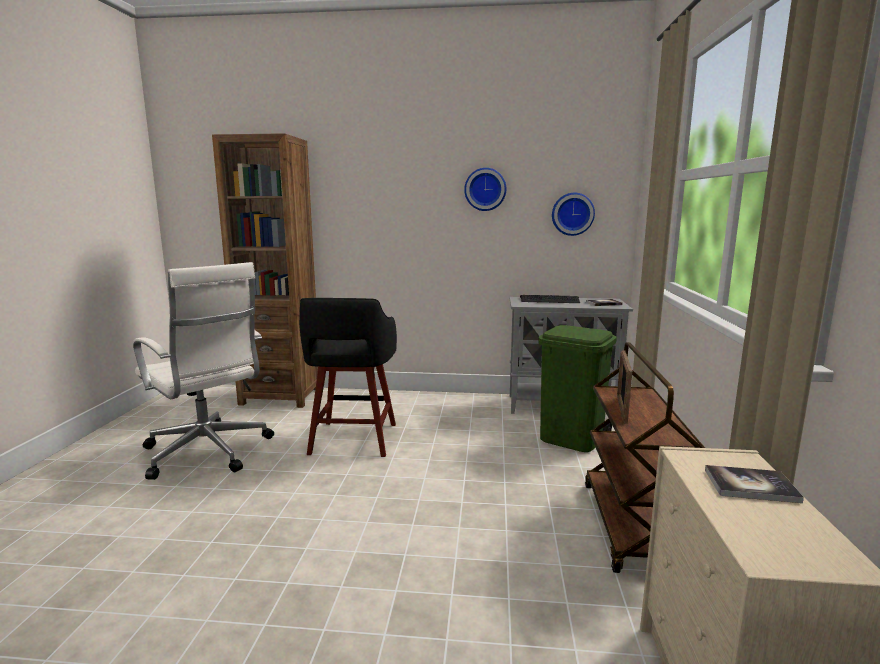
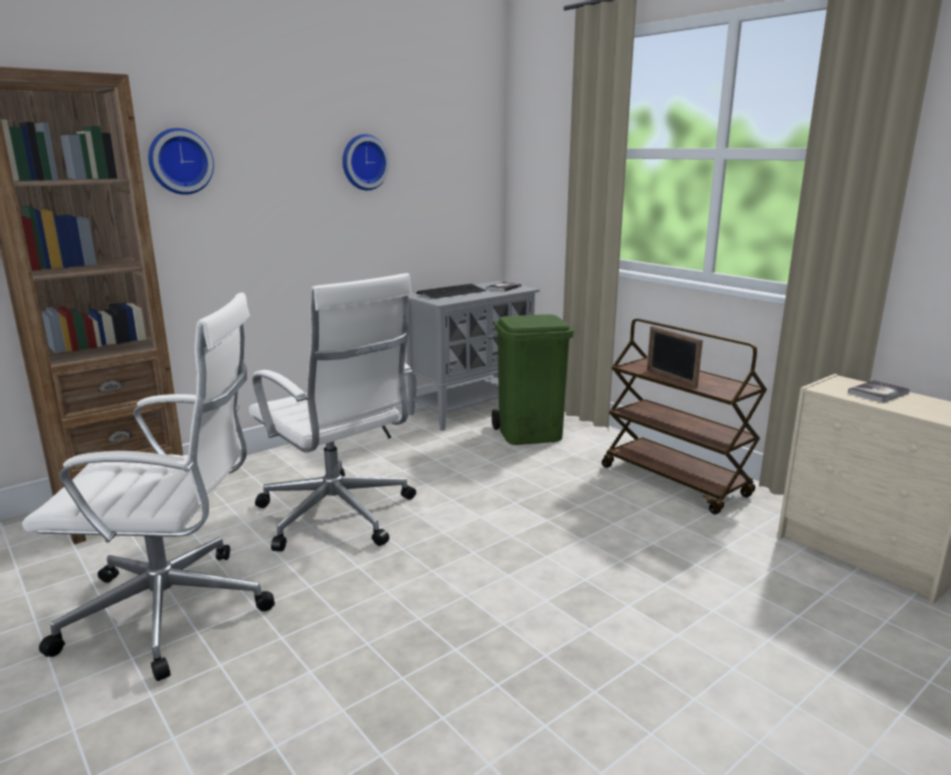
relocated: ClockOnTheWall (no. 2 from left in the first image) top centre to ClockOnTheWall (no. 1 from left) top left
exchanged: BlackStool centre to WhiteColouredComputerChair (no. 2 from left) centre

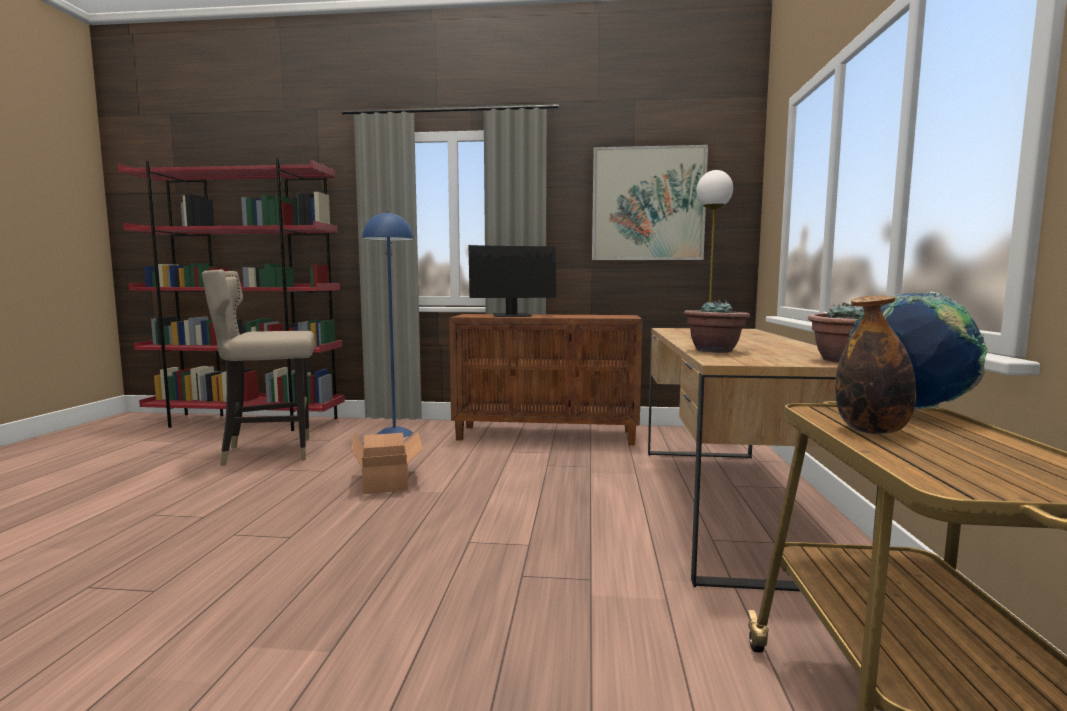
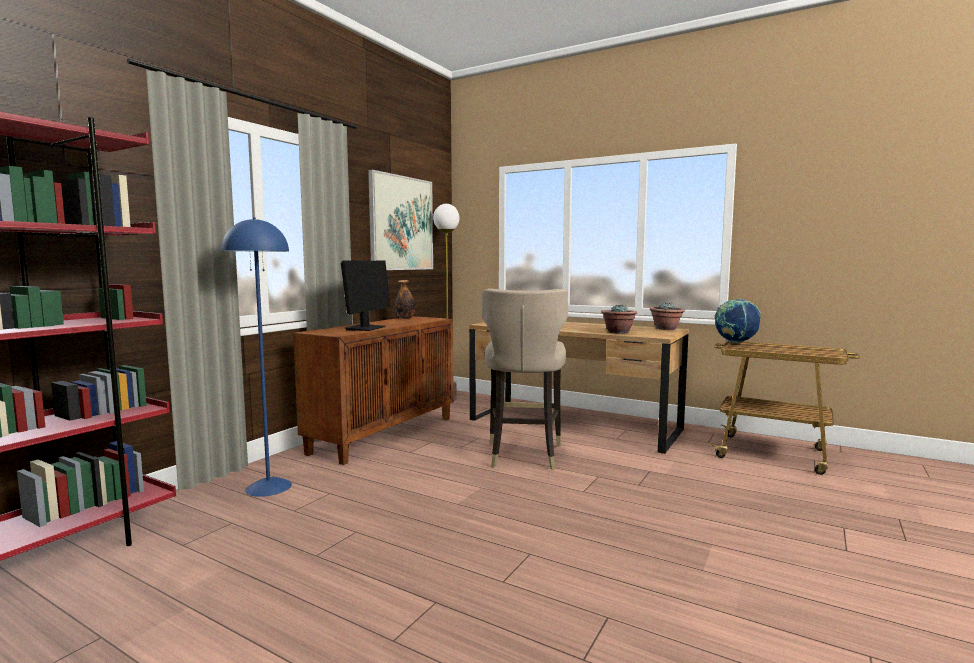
missing: Carton centre
relocated: BeigeColouredStool middle left to centre; Bottle middle right to centre

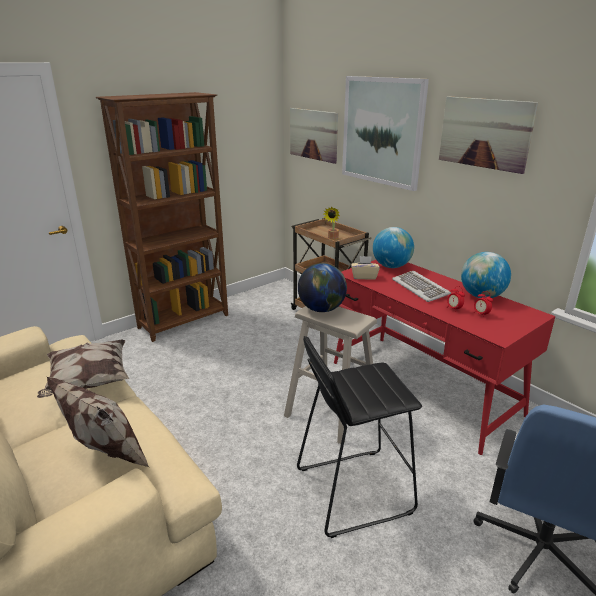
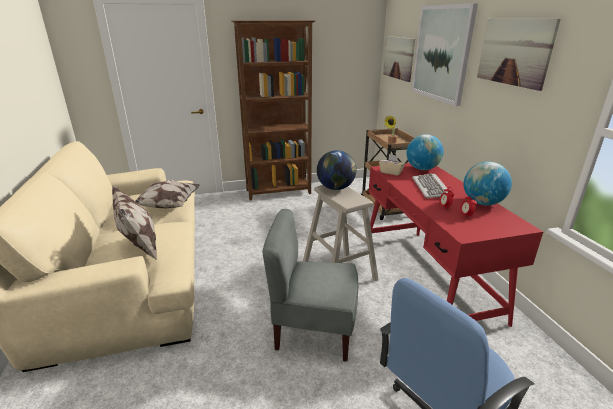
exchanged: BlackStool bottom centre to GreyishUprightChair bottom centre

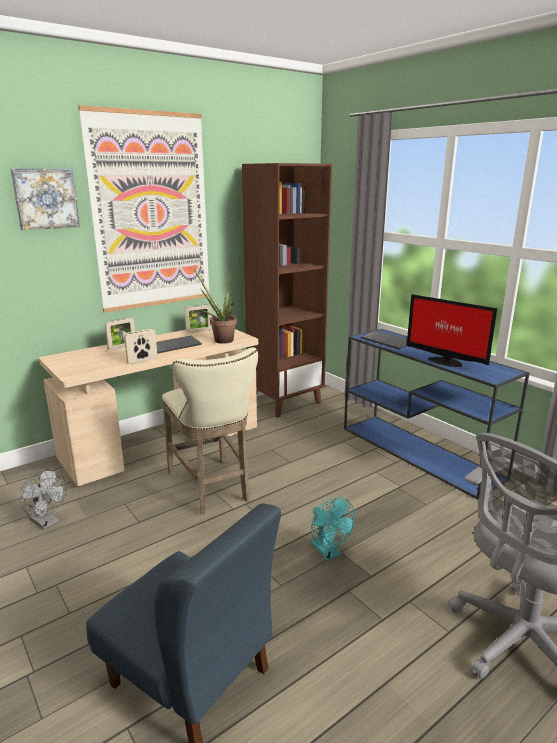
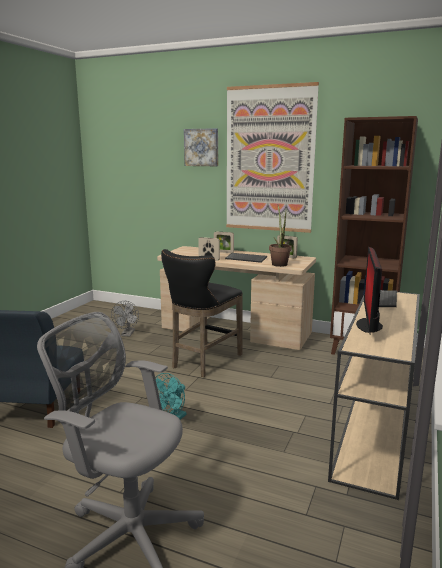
colour: BeigeColouredStool centre to BlackStool centre; BluishHallTable middle right to BeigeColouredHallTable bottom right

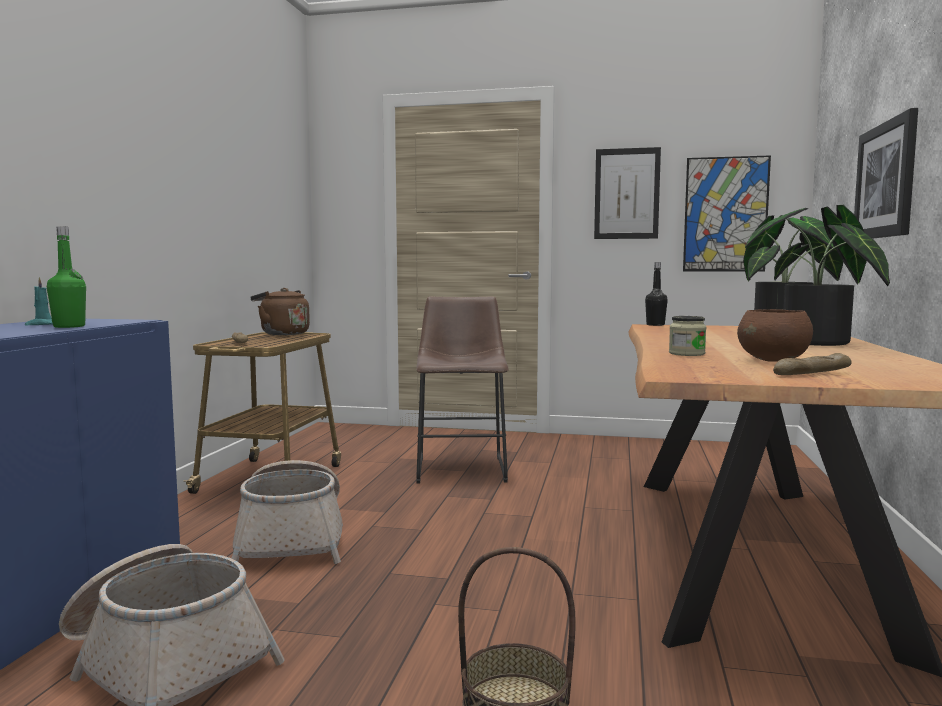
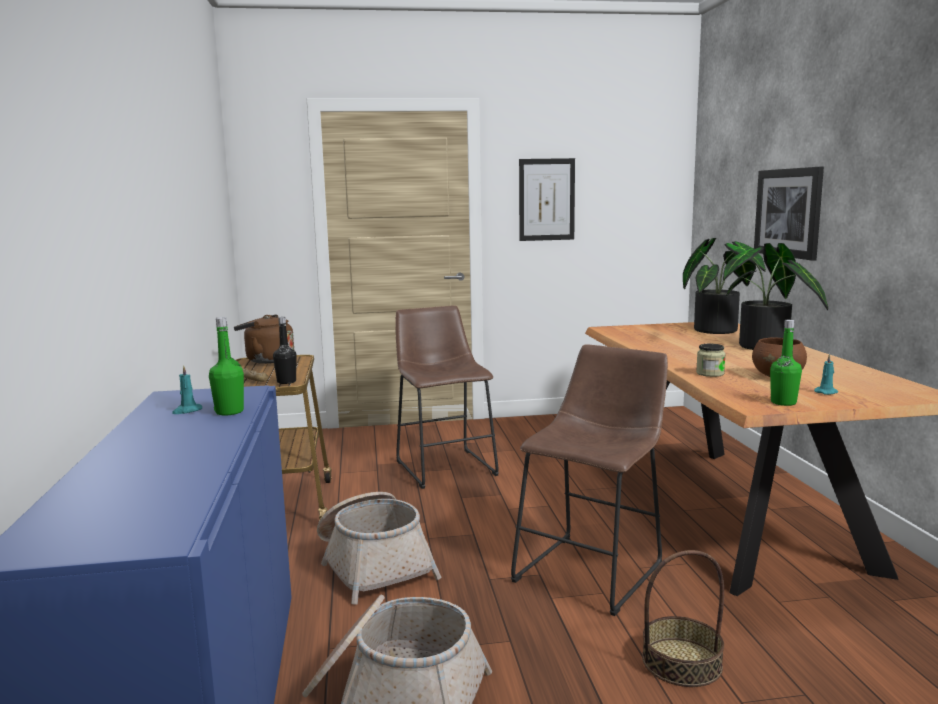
missing: Picture (no. 2 from left) top right
appeared: BrownColouredStool (no. 2 from left) bottom centre; GreenColouredBottle (no. 2 from left) middle right
relocated: BlackBottle middle right to middle left
exchanged: BakedBread (no. 2 from left) middle right to TurquoiseWaxCandle (no. 2 from left) middle right

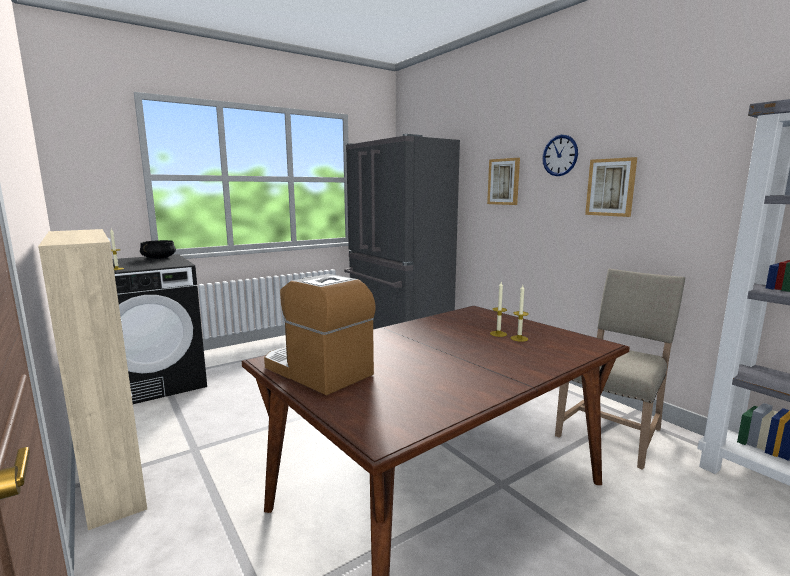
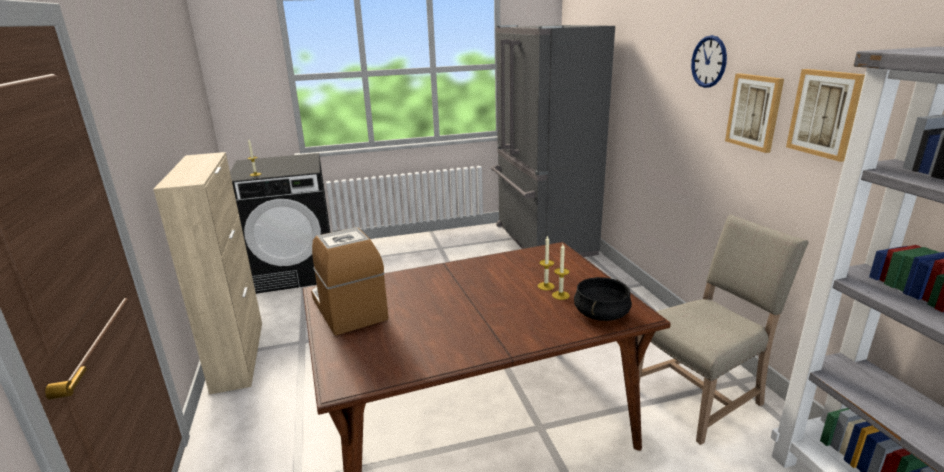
relocated: BlackCookingPot middle left to centre; Picture (no. 1 from left in the first image) top centre to Picture (no. 2 from left) top right

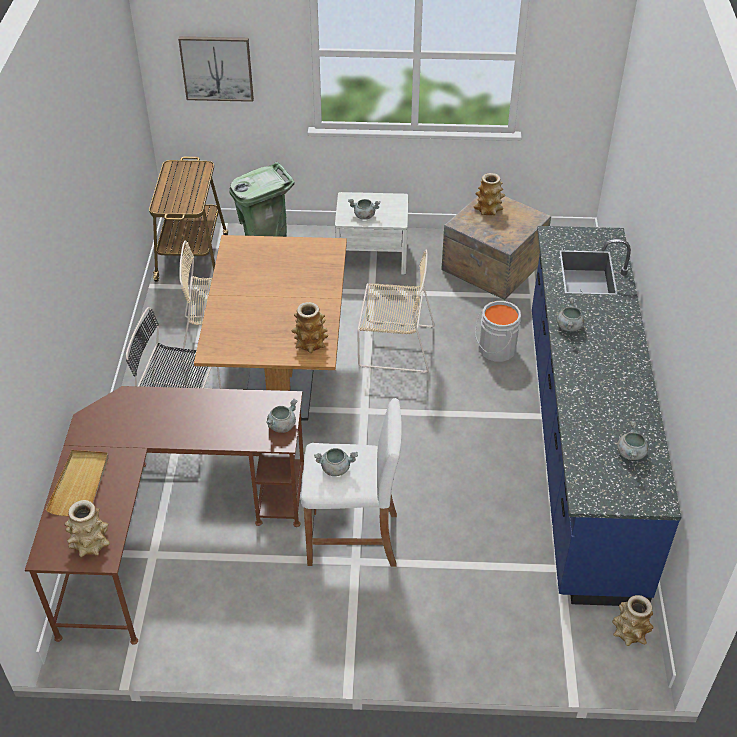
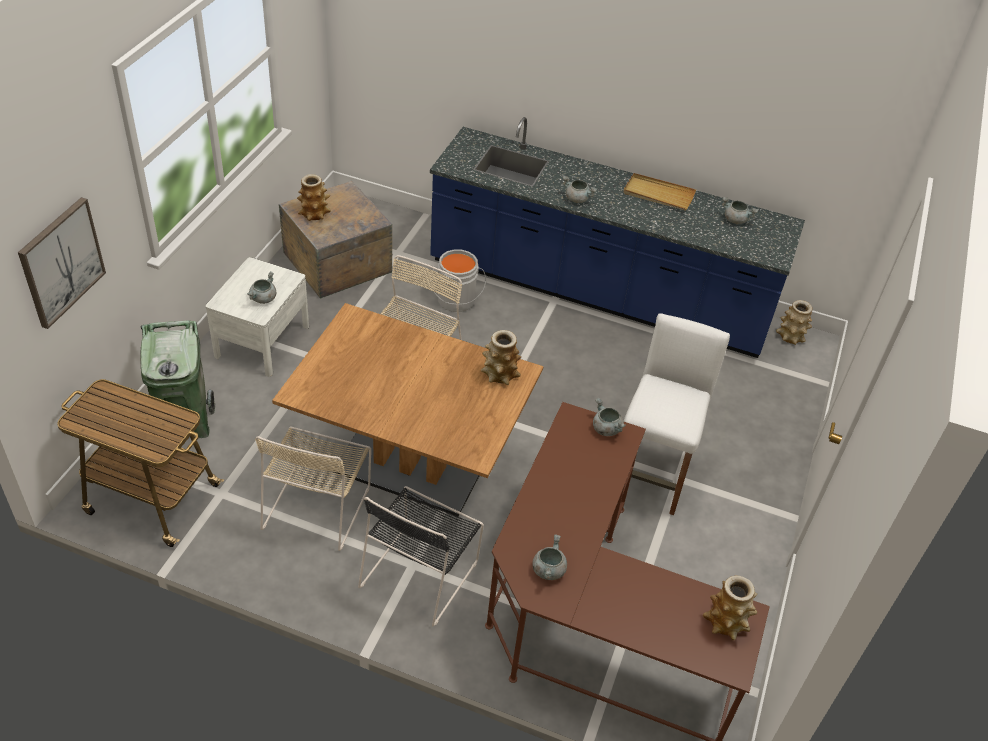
relocated: BeigeColouredTray middle left to top right; GreyishCookingPot (no. 2 from left) centre to bottom centre

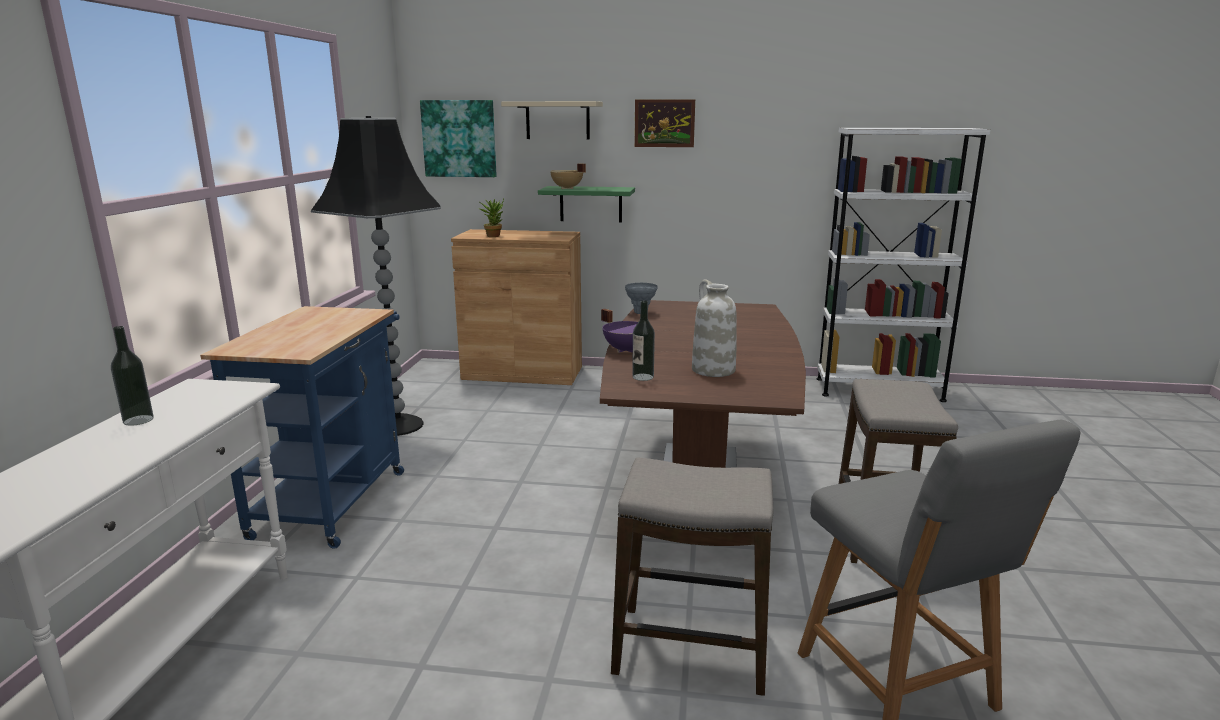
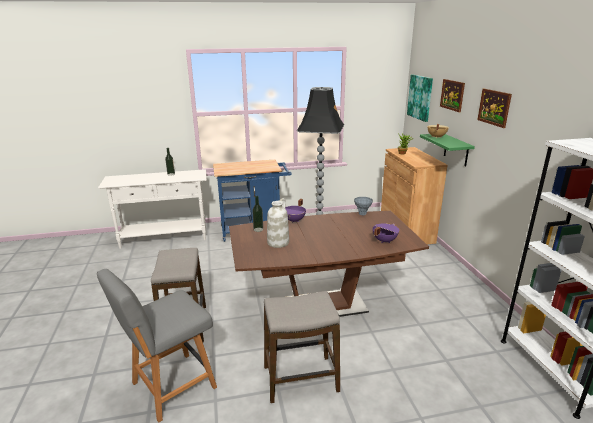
appeared: PurpleColouredCookingPot (no. 2 from left) centre
exchanged: BeigeColouredBracketShelf top centre to Picture (no. 2 from left) top right

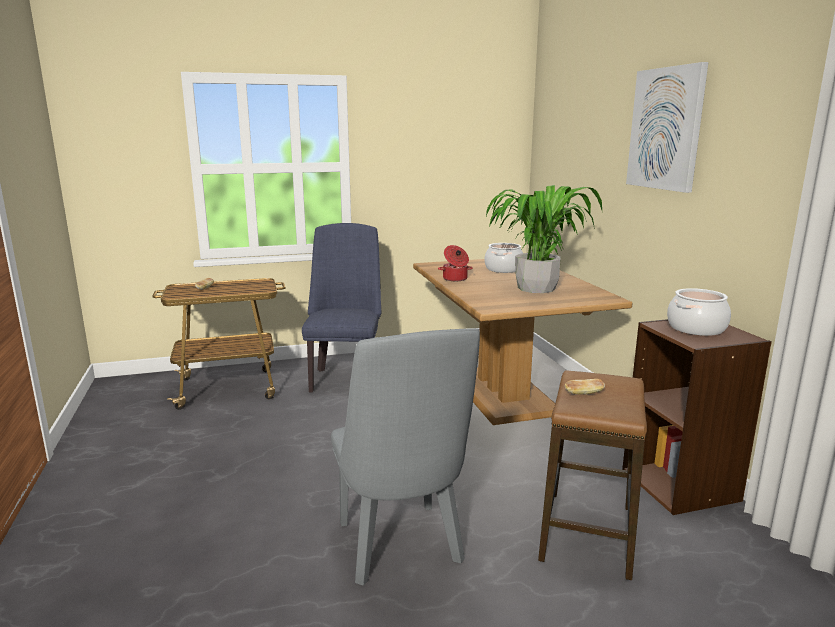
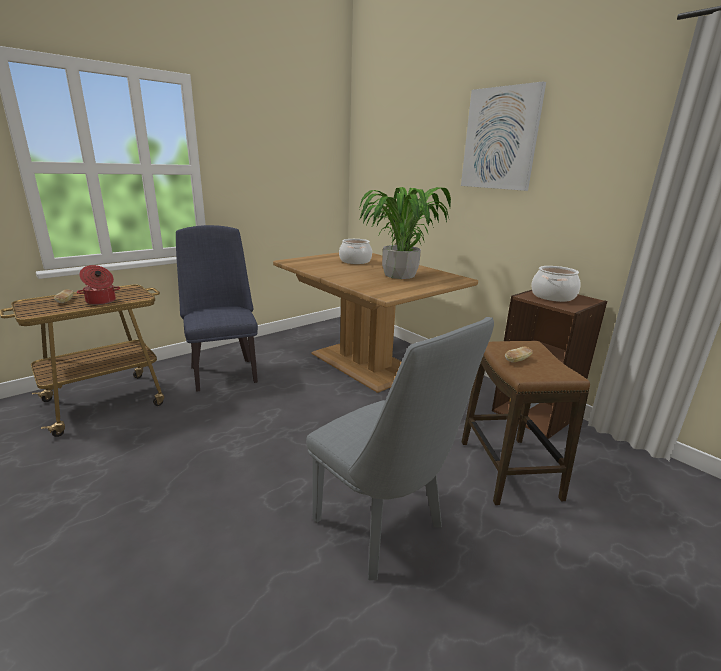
relocated: CookingPot (no. 1 from left) centre to middle left

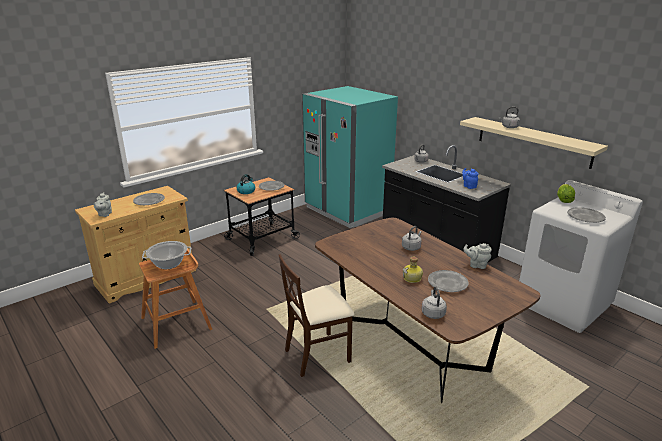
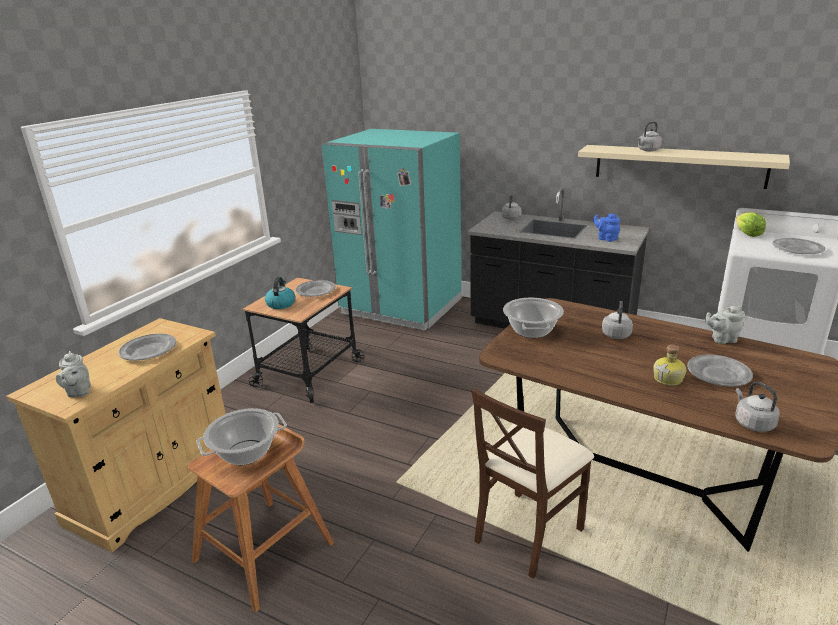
appeared: CookingPot (no. 2 from left) centre

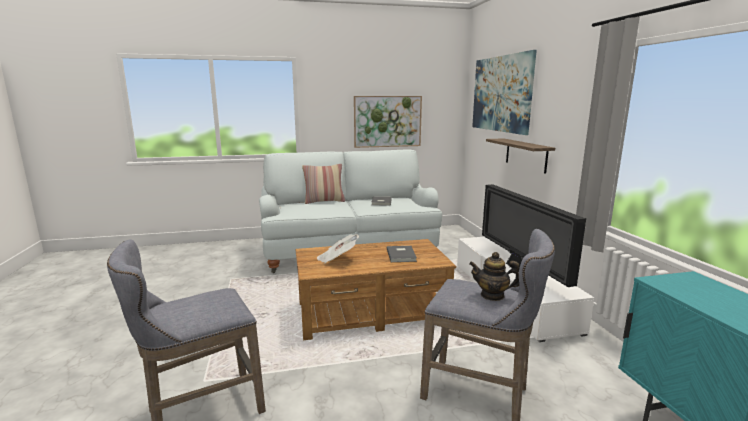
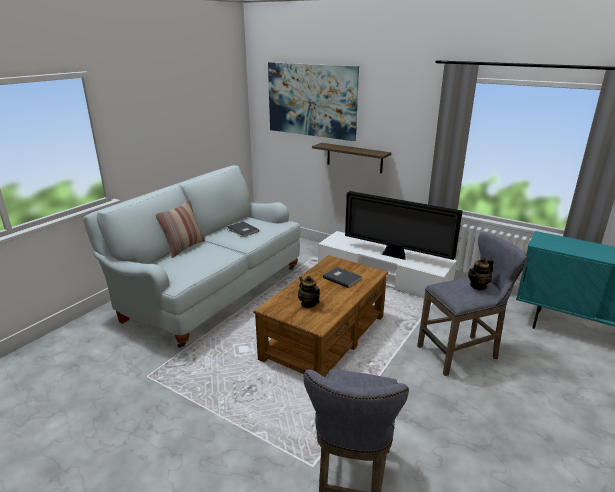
missing: Picture (no. 1 from left) top centre
exchanged: Newspaper centre to PotForTea (no. 1 from left) centre

